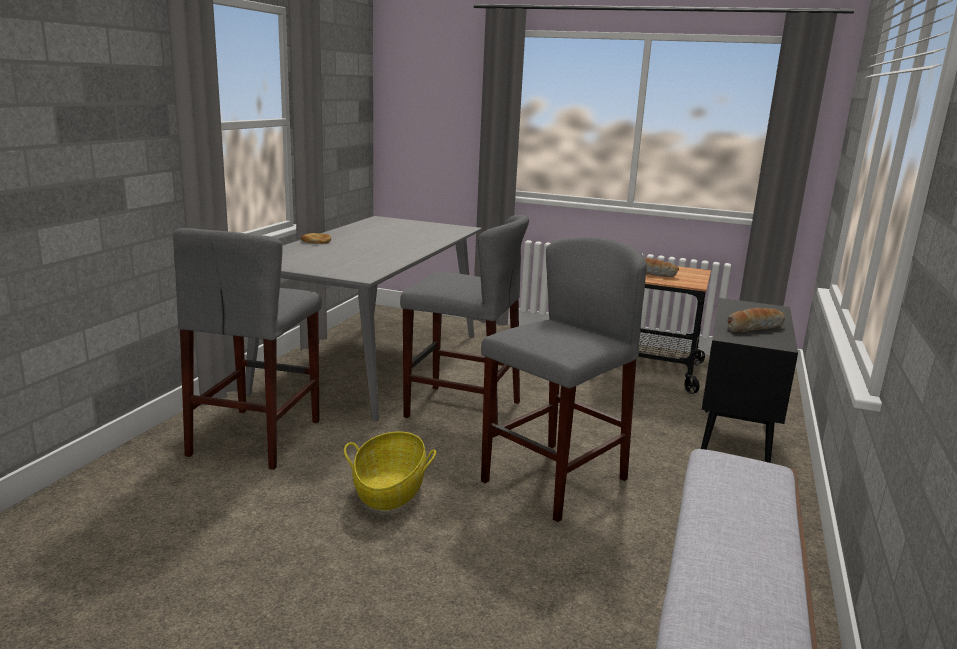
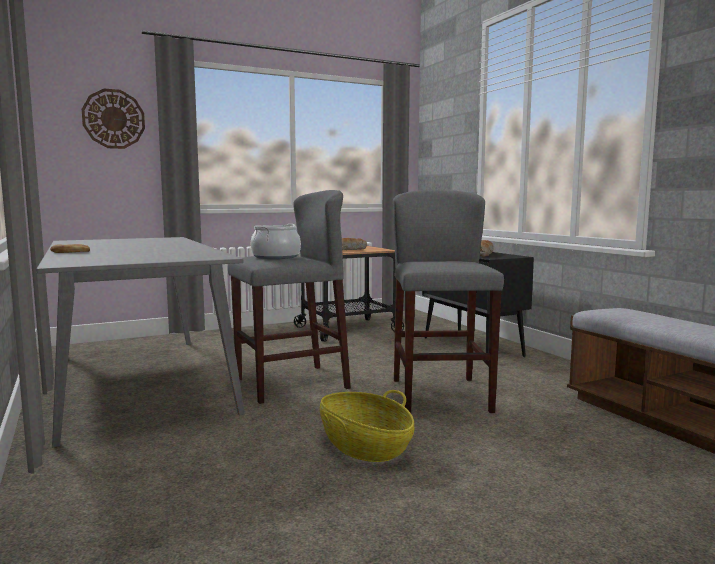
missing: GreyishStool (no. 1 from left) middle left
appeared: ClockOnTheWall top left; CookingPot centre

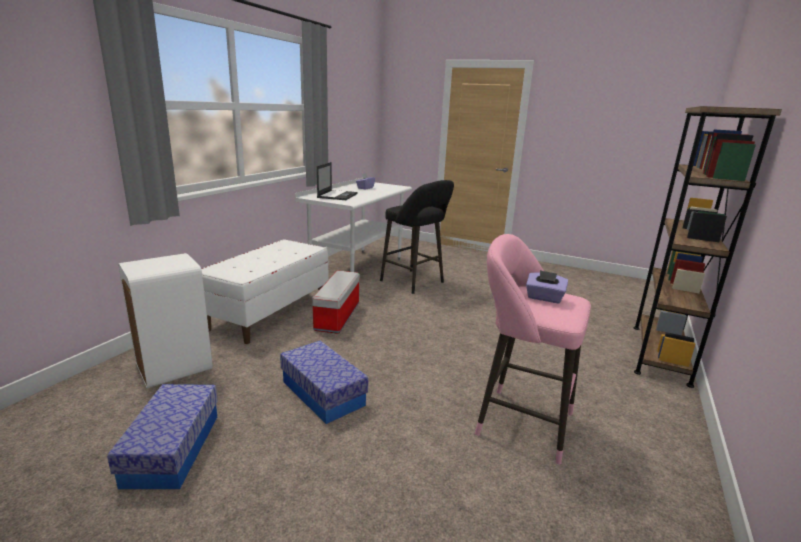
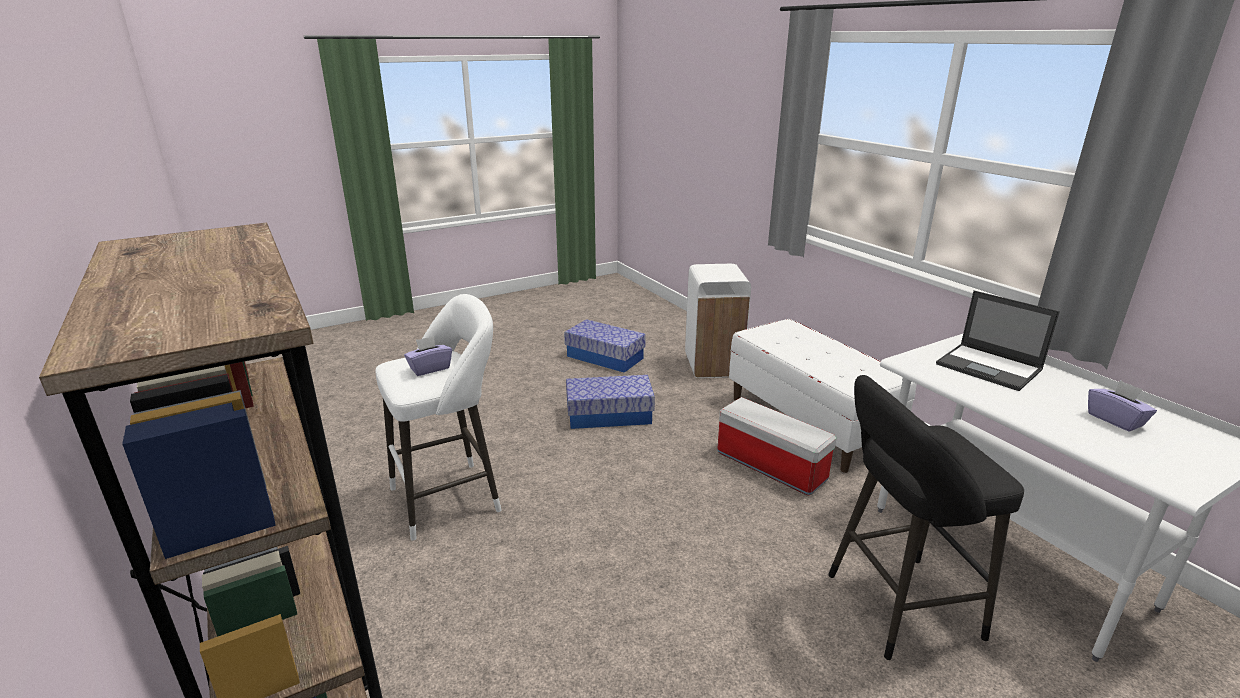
colour: PinkColouredStool centre to WhiteColouredStool centre

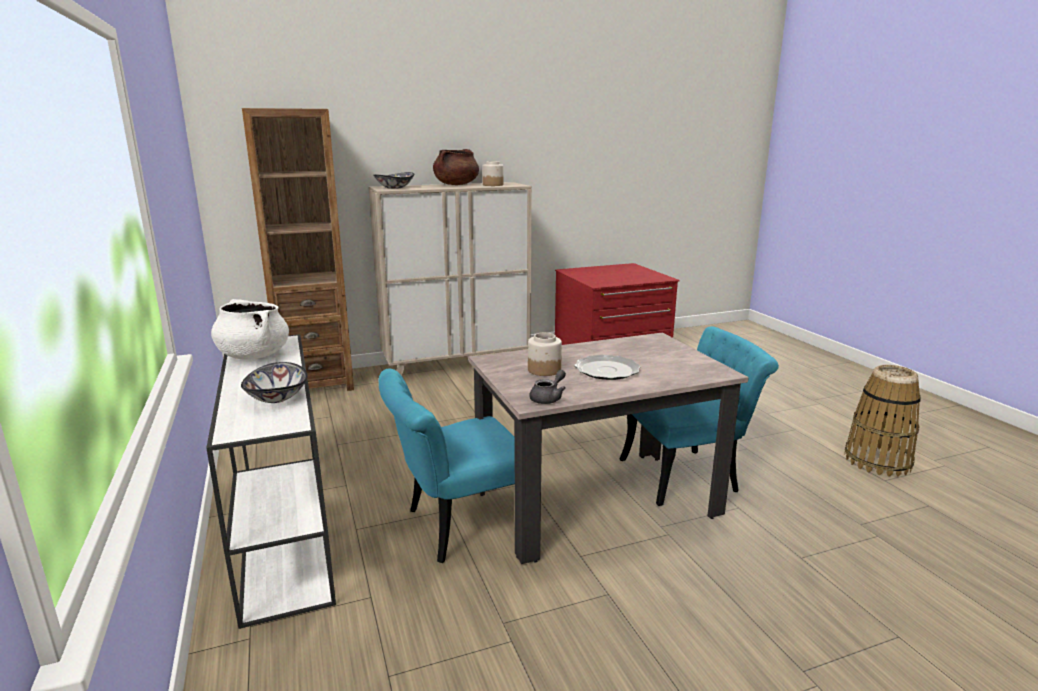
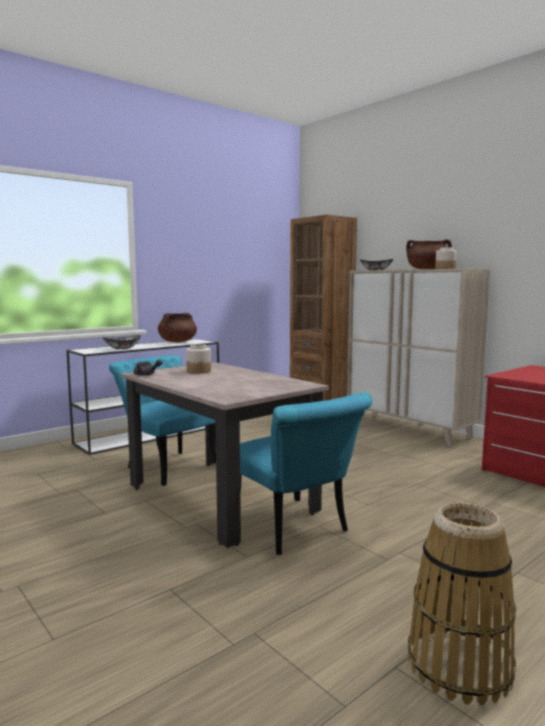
missing: DinnerPlate centre
colour: WhiteColouredCookingPot middle left to BrownColouredCookingPot (no. 1 from left) middle left

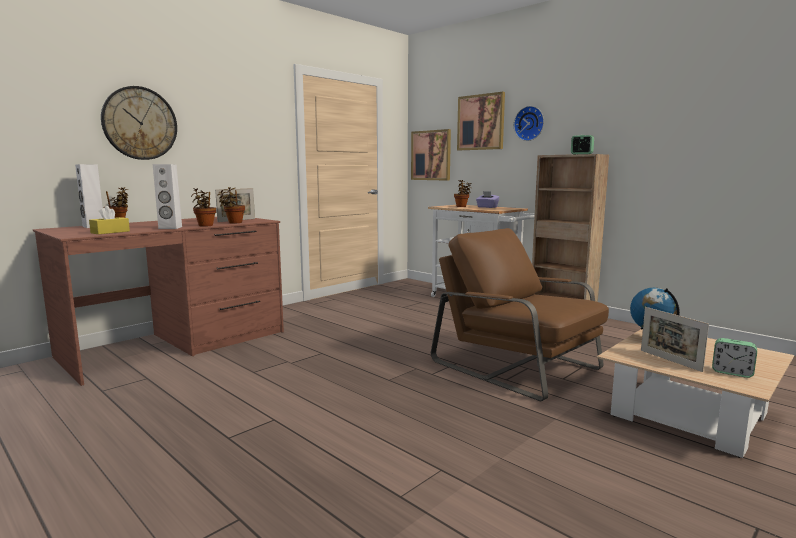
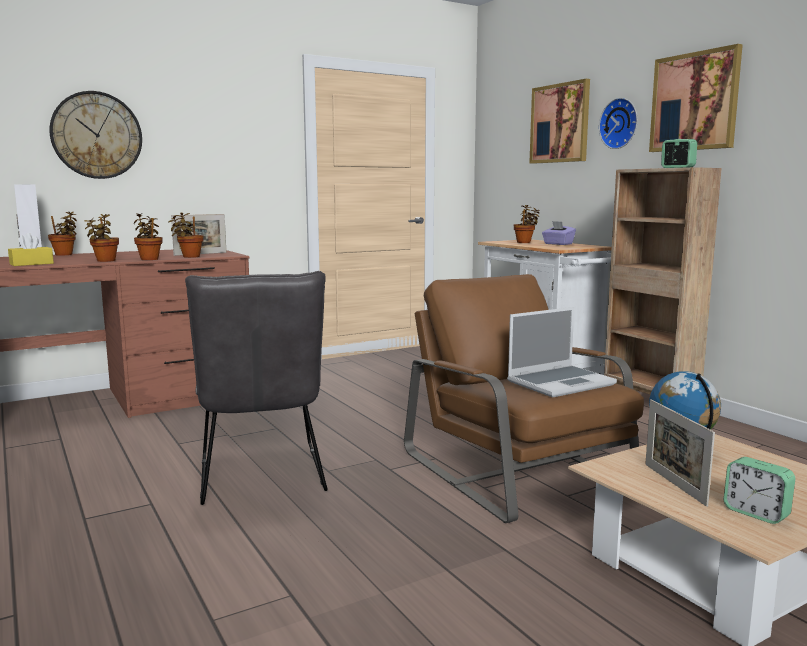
appeared: GreyishUprightChair middle left; PortableComputer middle right
relocated: Picture (no. 1 from left in the first image) top centre to Picture (no. 2 from left) top right
exchanged: WhiteColouredSpeaker (no. 2 from left) middle left to Houseplant (no. 2 from left) middle left

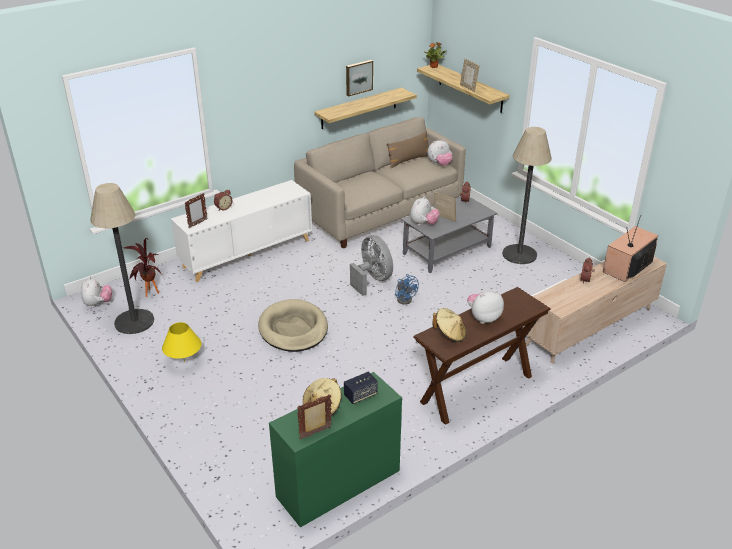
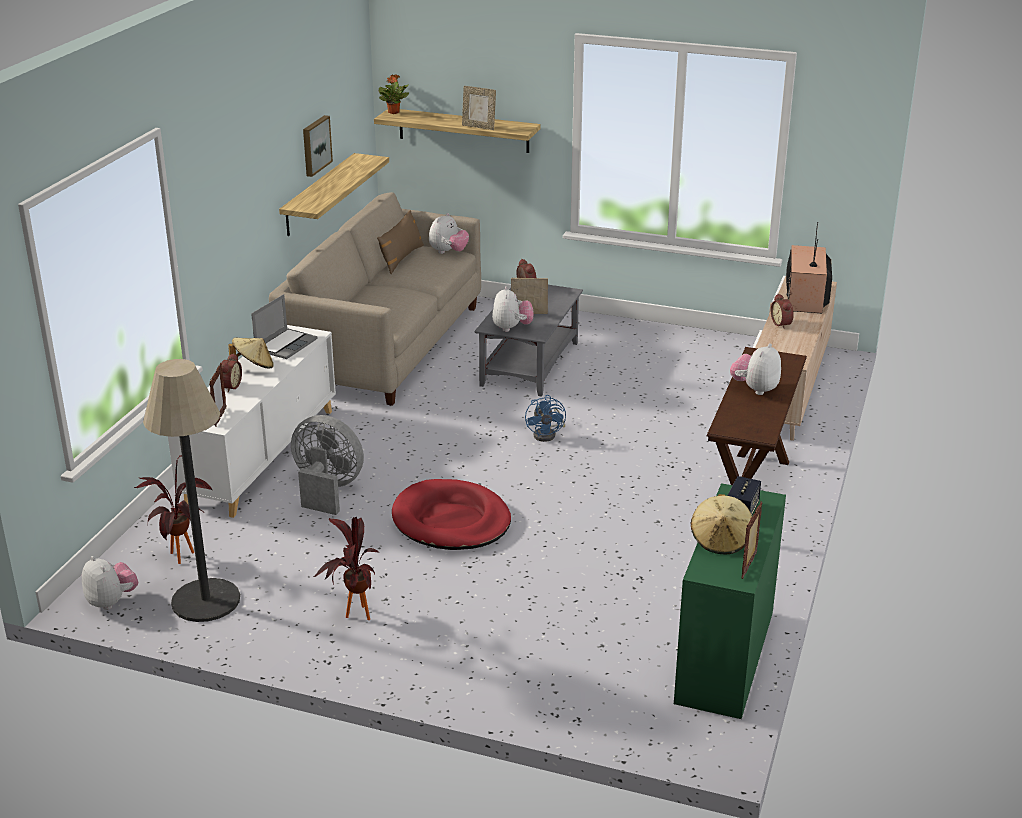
missing: FloorLamp (no. 2 from left) middle right
appeared: PortableComputer middle left
relocated: GreyishElectricFan centre to middle left; BeigeColouredWearableHat (no. 2 from left in the first image) centre to BeigeColouredWearableHat (no. 1 from left) middle left
exchanged: YellowLampForATable middle left to Houseplant (no. 2 from left) bottom centre
colour: BeigeColouredDogBed centre to RedDogBed centre
spun: BluishElectricFan centre = centre 60 degrees clockwise

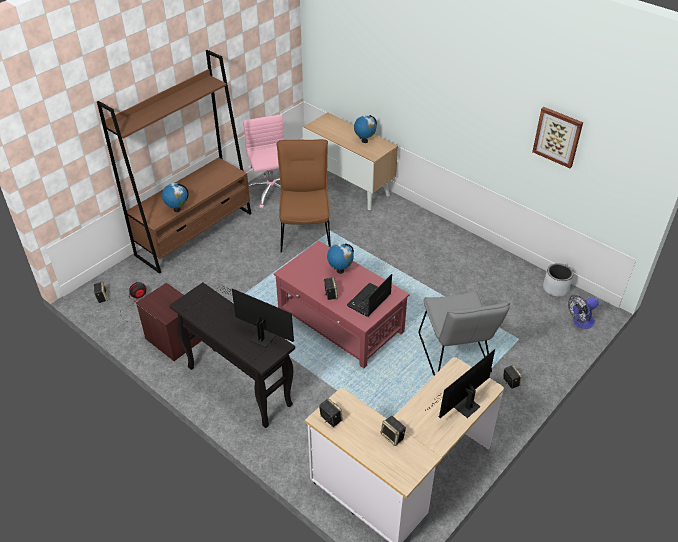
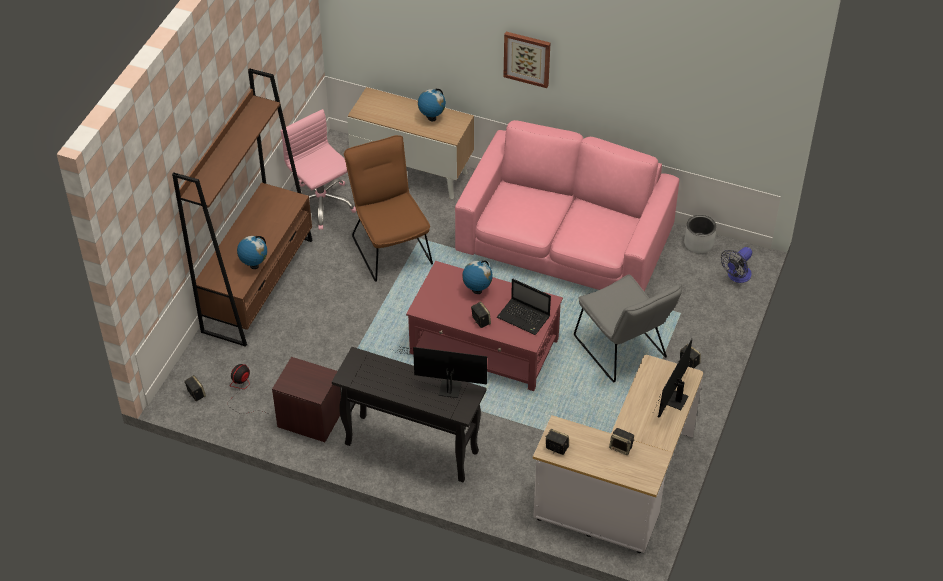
appeared: PinkColouredSofa centre
relocated: Picture top right to top centre
spun: PortableComputer centre = centre 75 degrees counterclockwise

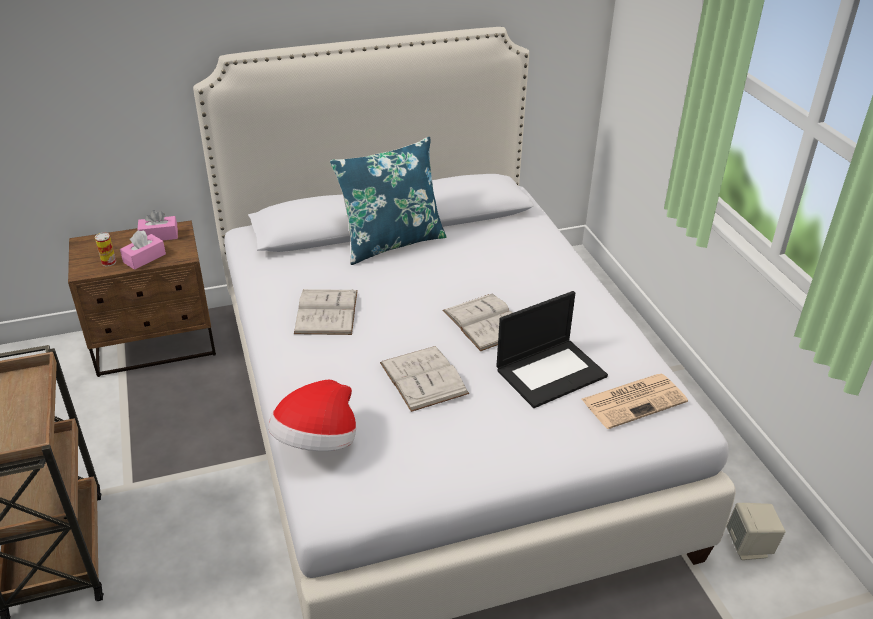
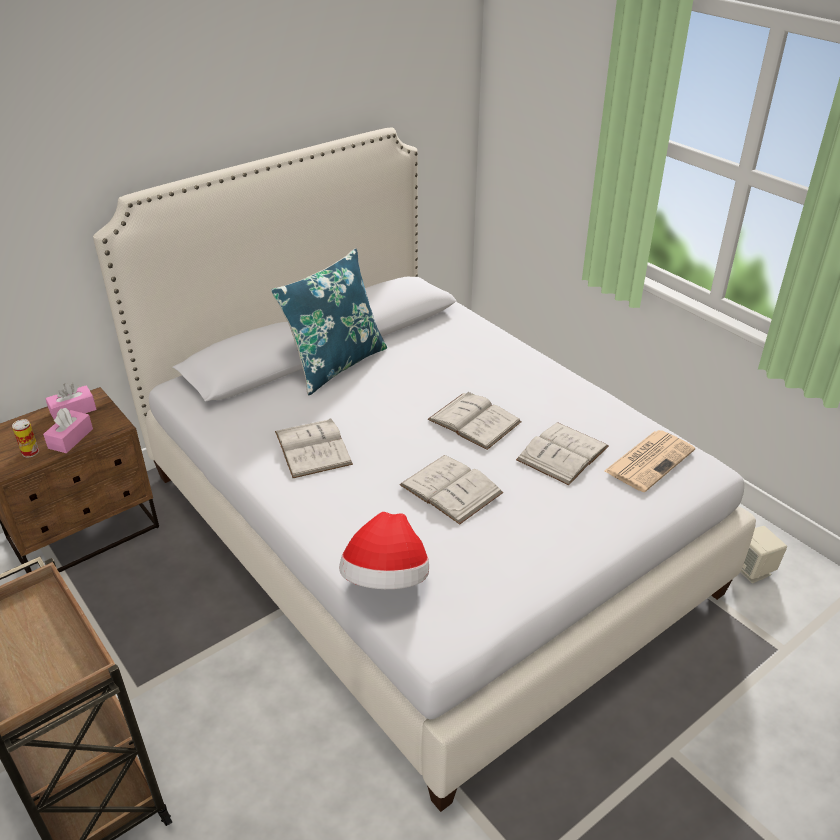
exchanged: PortableComputer centre to WhiteColouredBoundBook (no. 4 from left) middle right

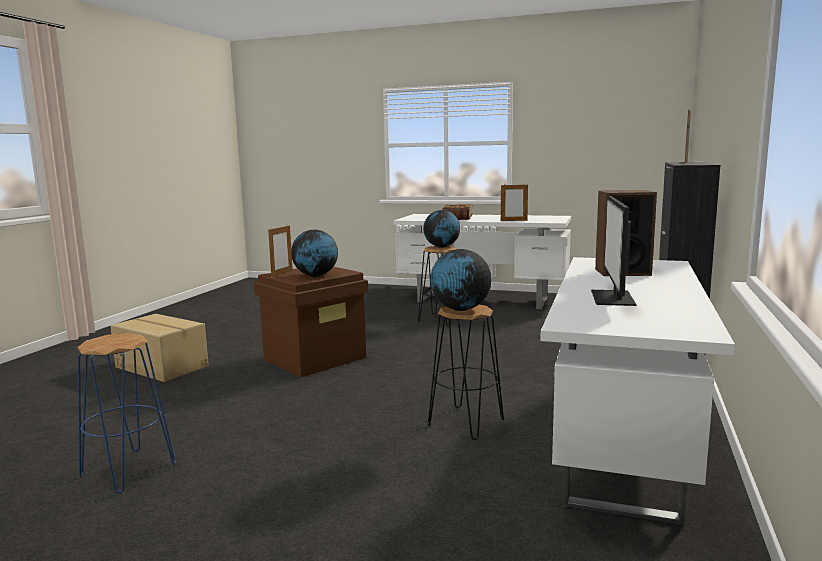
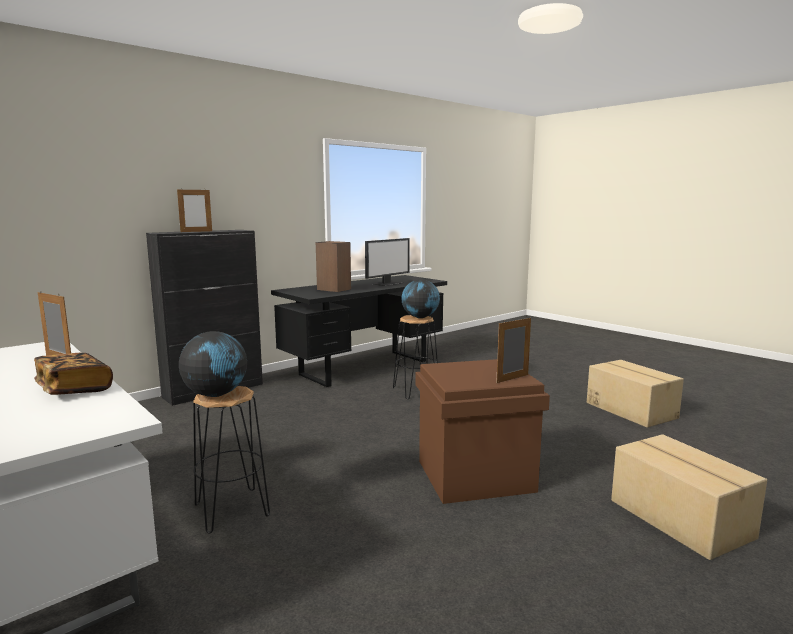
missing: DeskGlobe (no. 1 from left) centre
exchanged: BluishStool bottom left to Carton (no. 1 from left) middle right
colour: WhiteColouredDesk (no. 2 from left) bottom right to BlackDesk centre

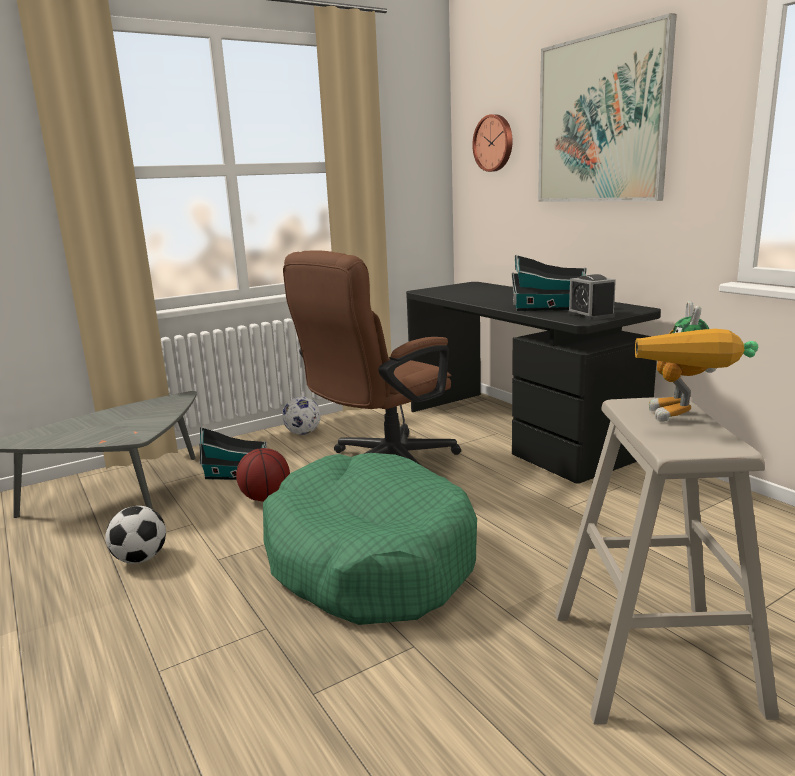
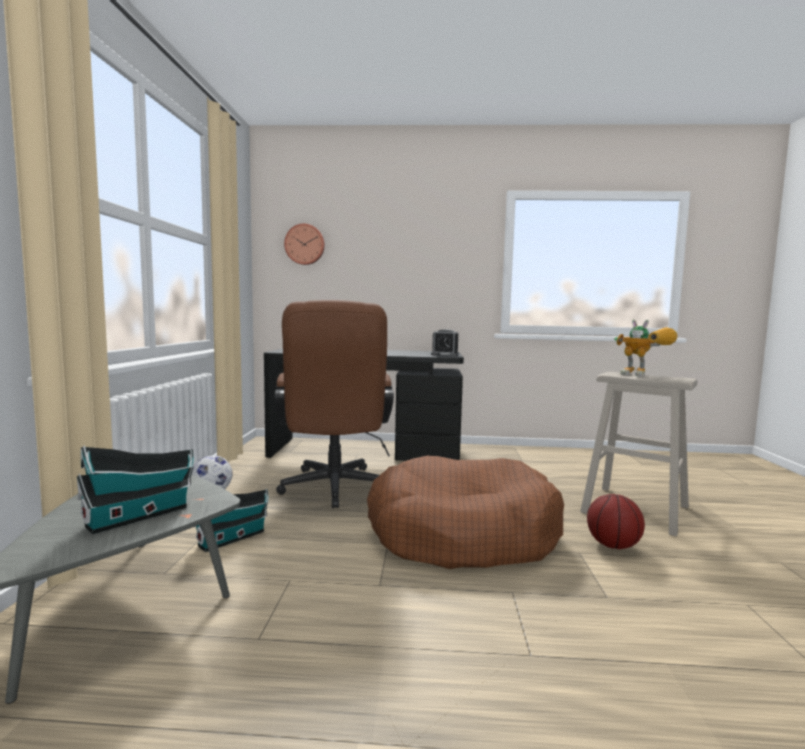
missing: BallForFootball (no. 1 from left) bottom left; Picture top right
relocated: BallForBasketball middle left to bottom right; ToyHouse (no. 2 from left in the first image) middle right to ToyHouse (no. 1 from left) middle left
colour: GreenColouredDogBed bottom centre to BrownColouredDogBed bottom centre

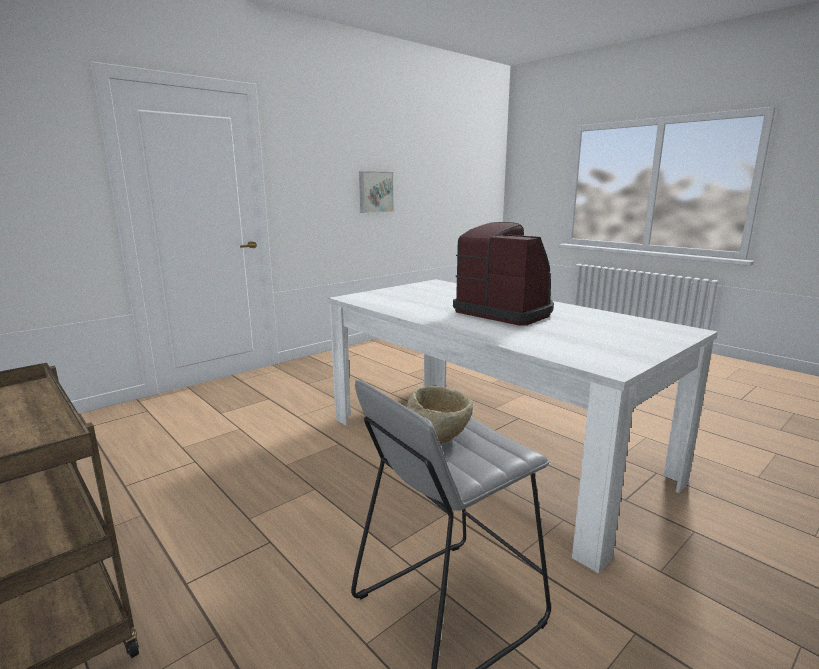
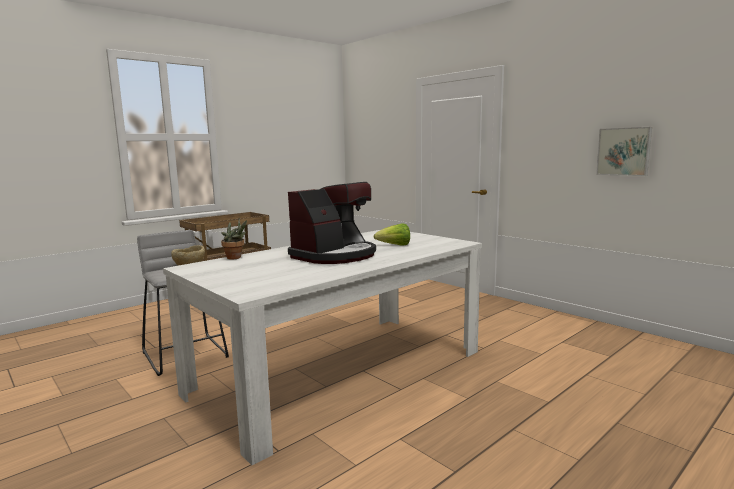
appeared: Houseplant middle left; HeadOfLettuce centre

